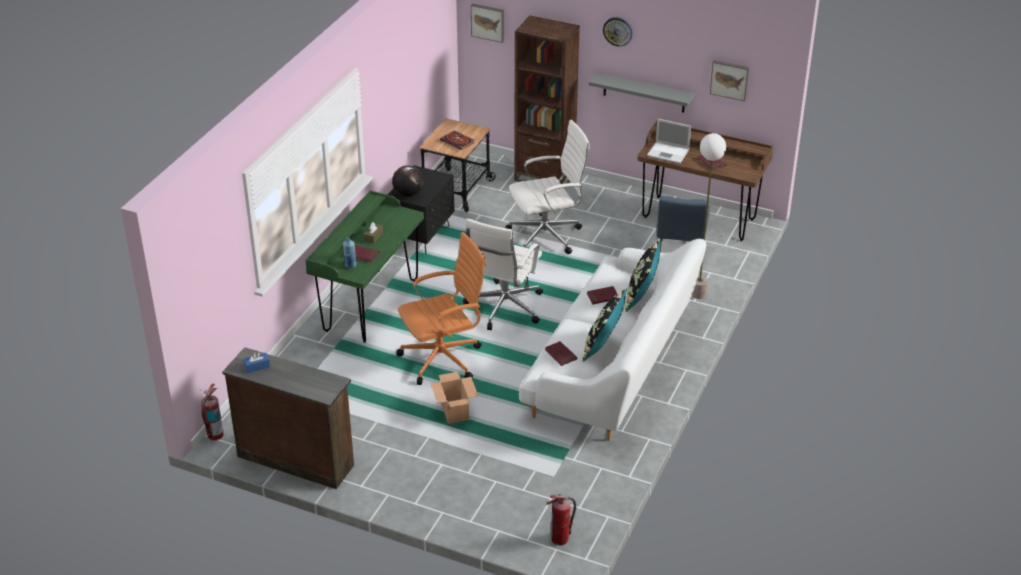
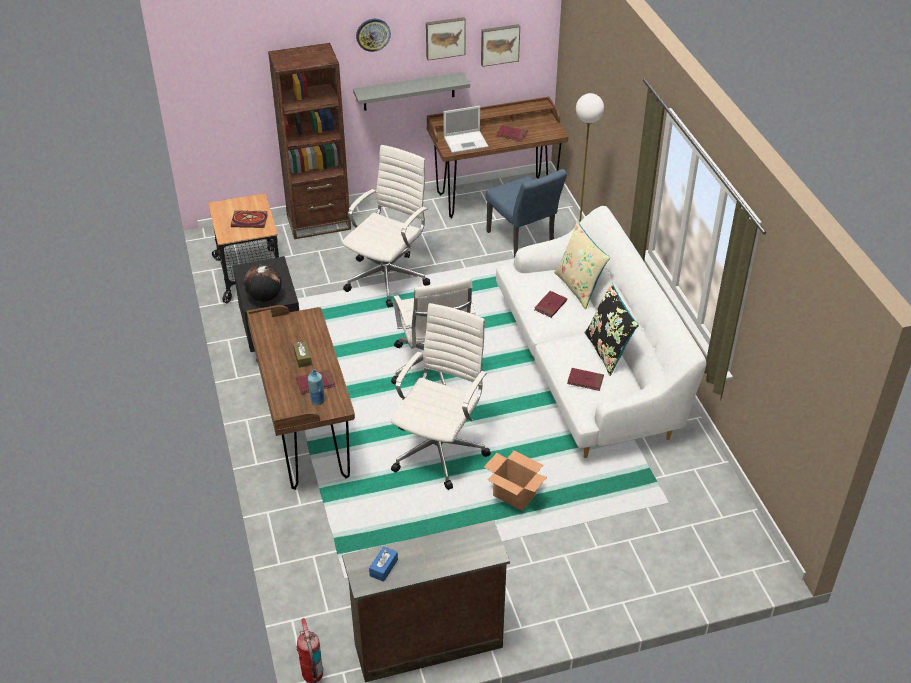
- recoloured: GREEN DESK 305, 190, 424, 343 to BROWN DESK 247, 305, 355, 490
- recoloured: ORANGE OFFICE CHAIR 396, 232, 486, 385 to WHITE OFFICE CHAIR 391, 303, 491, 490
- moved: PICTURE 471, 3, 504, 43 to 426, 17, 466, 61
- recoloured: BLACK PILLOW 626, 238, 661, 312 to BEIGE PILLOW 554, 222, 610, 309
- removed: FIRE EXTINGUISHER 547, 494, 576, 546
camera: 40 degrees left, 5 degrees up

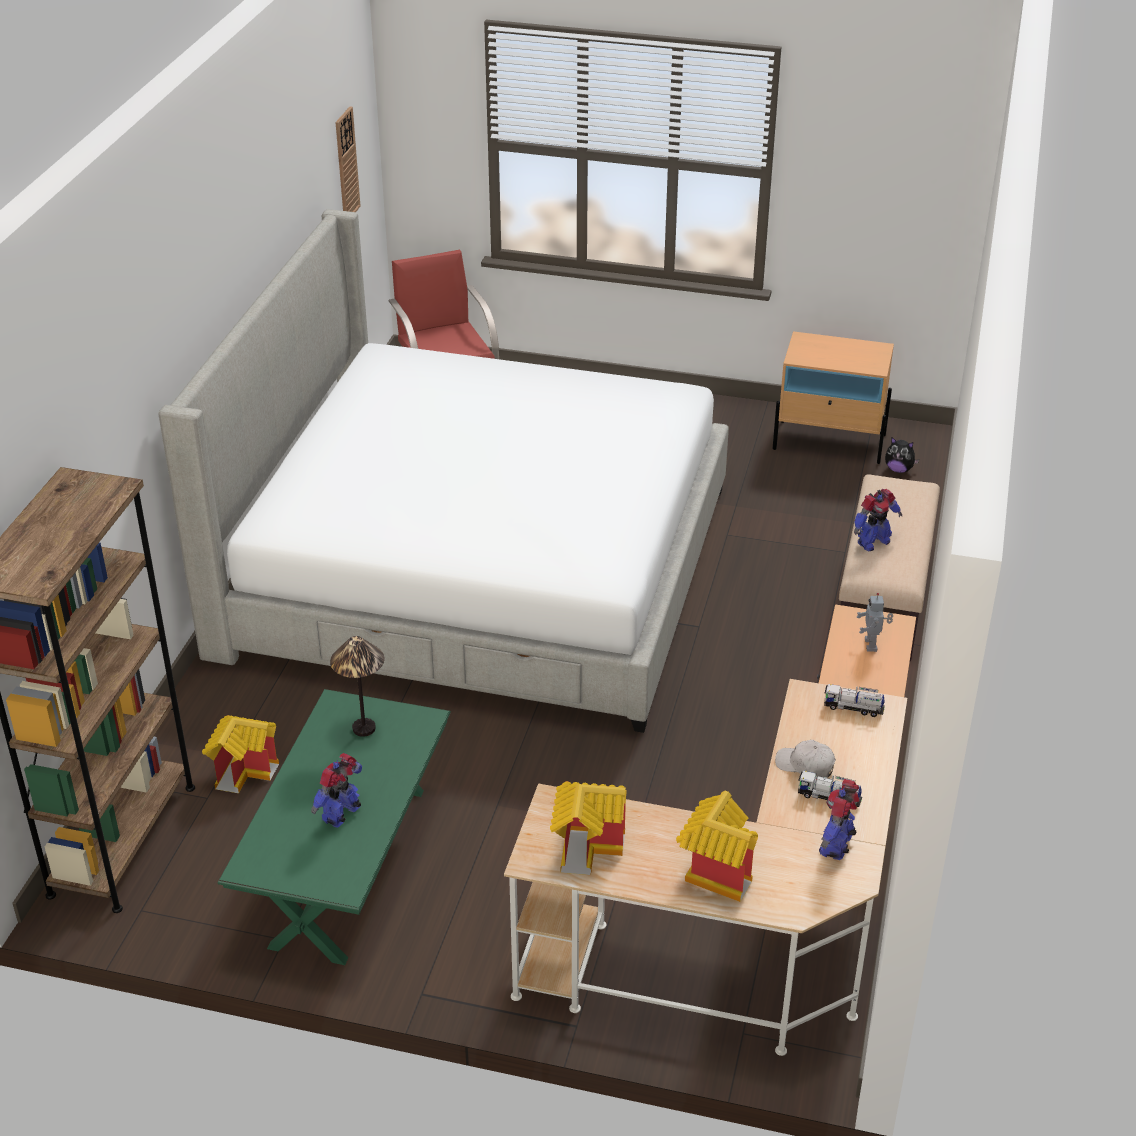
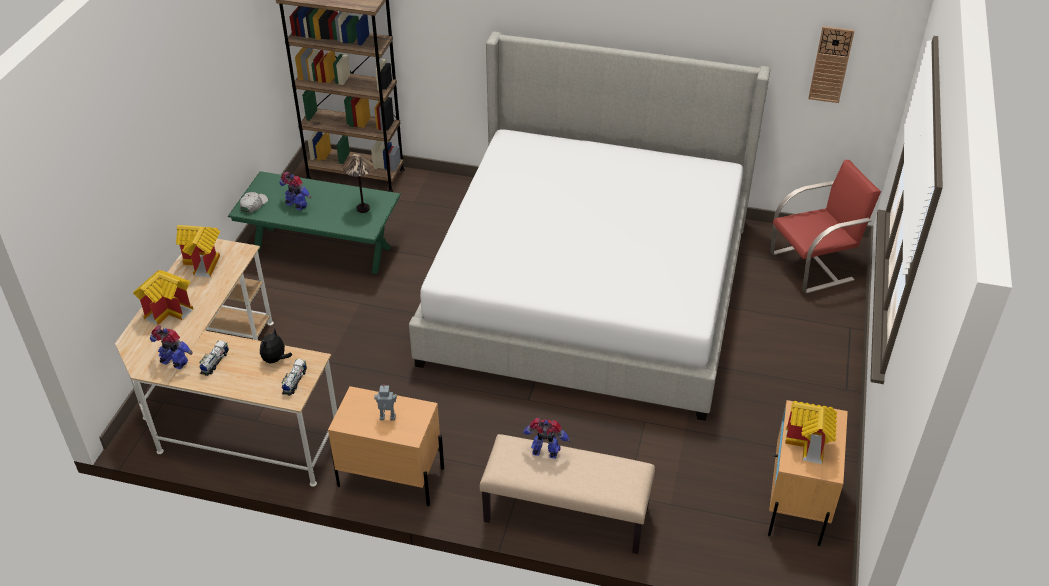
- moved: WHITE CAP 775, 740, 836, 778 to 240, 192, 268, 213
- moved: PLUSH TOY 885, 437, 919, 473 to 260, 328, 292, 363
- turned: TOY ROBOT 854, 489, 902, 551 = 522, 418, 571, 459 135 degrees clockwise
- moved: TOY HOUSE 202, 715, 279, 793 to 785, 401, 837, 464
camera: 90 degrees right, 5 degrees up

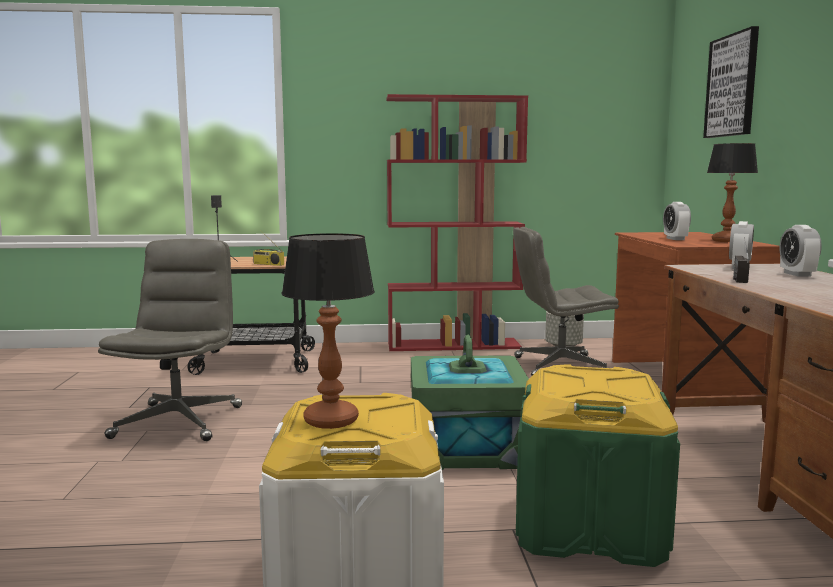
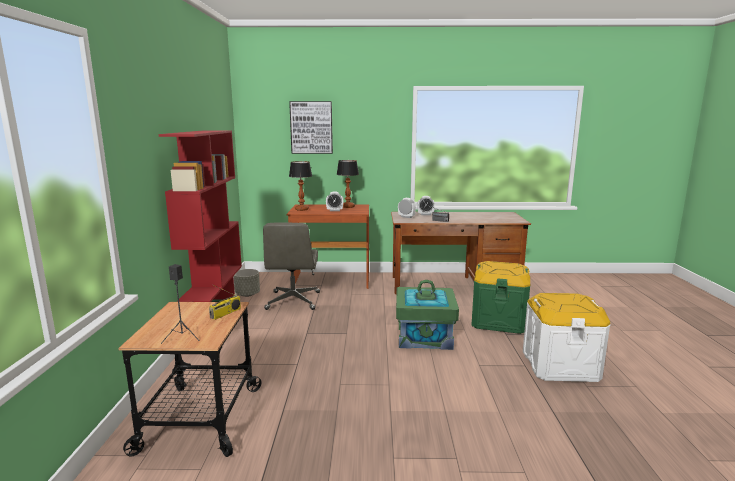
- moved: TABLE LAMP 281, 233, 375, 429 to 289, 161, 312, 211
- removed: GREY OFFICE CHAIR 98, 239, 242, 441
camera: 85 degrees left, 5 degrees up

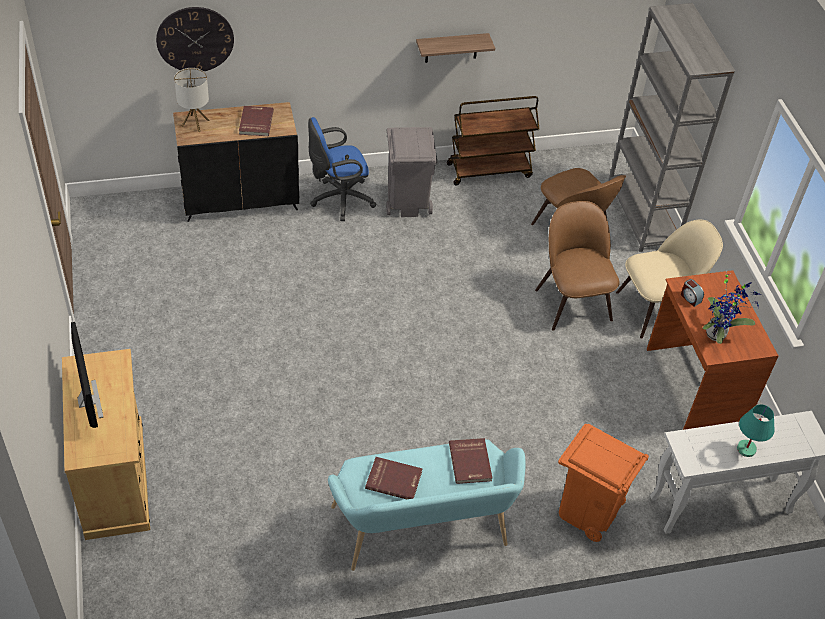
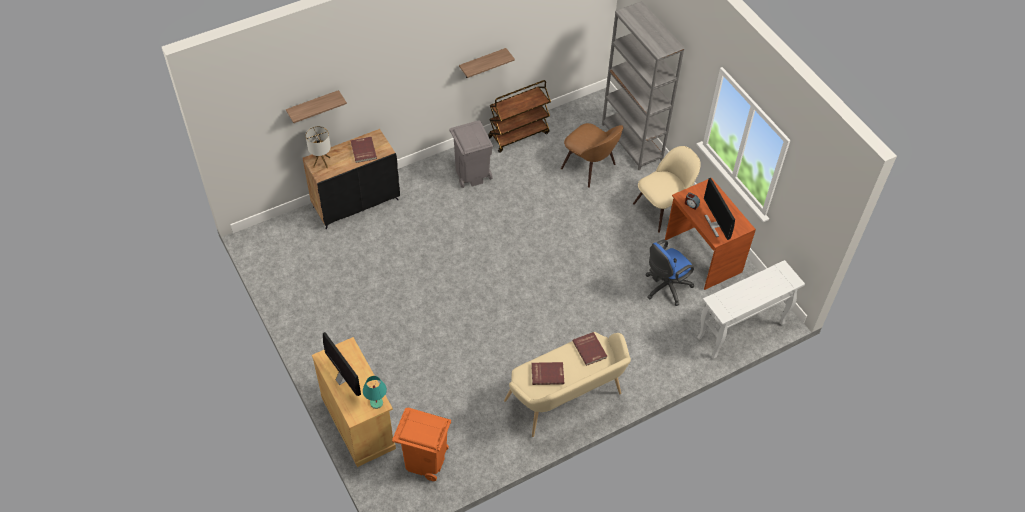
- replaced: WALL CLOCK 156, 7, 234, 71 to SHELF 286, 90, 347, 123
- moved: TURQUOISE TABLE LAMP 737, 404, 774, 457 to 363, 376, 387, 409
- moved: ORANGE TRASH CAN 558, 424, 649, 542 to 392, 408, 451, 481
- recoloured: TURQUOISE BENCH 328, 440, 525, 571 to BEIGE BENCH 504, 332, 631, 437
- moved: BLUE OFFICE CHAIR 308, 117, 376, 221 to 645, 240, 694, 306
- replaced: POTTED PLANT 703, 271, 761, 344 to MONITOR 704, 178, 735, 240
- removed: BROWN CHAIR 535, 201, 620, 331
camera: 15 degrees left, 5 degrees up

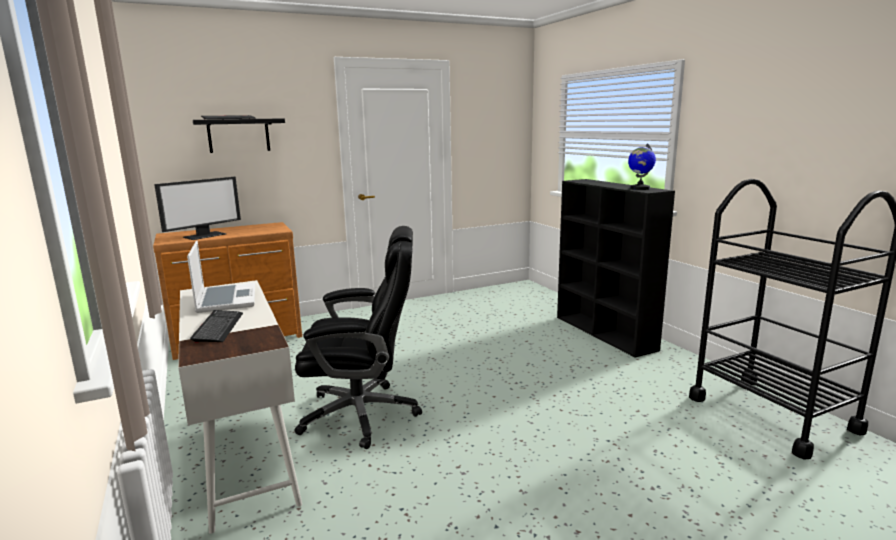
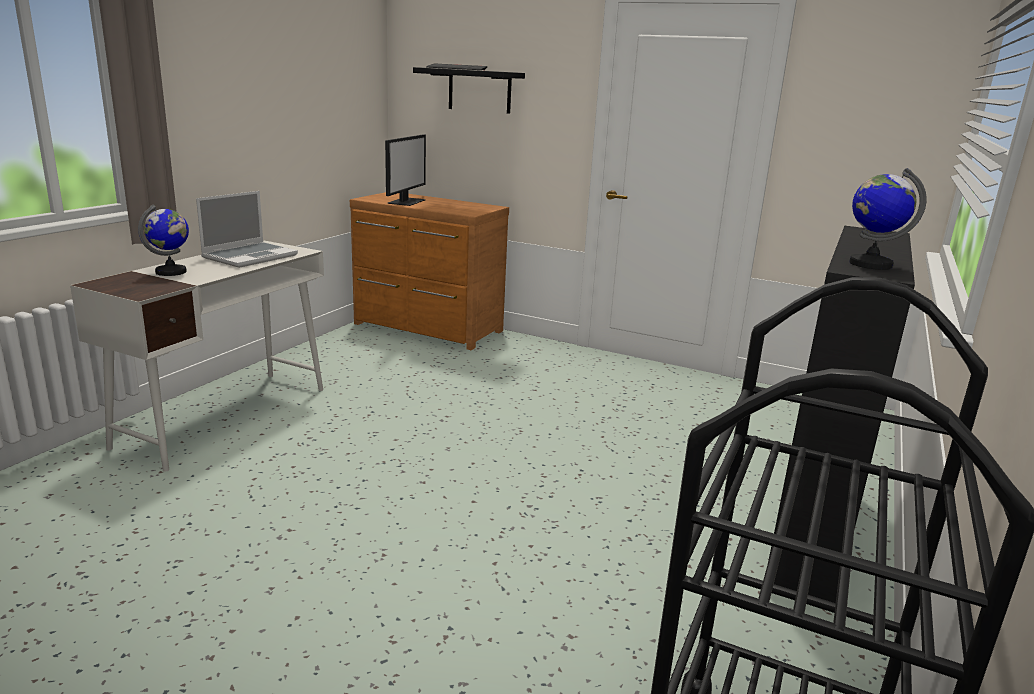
- replaced: KEYBOARD 190, 310, 243, 343 to GLOBE 138, 205, 189, 276
- turned: MONITOR 154, 177, 241, 240 = 385, 134, 426, 206 75 degrees counterclockwise
- removed: BLACK OFFICE CHAIR 294, 226, 422, 449
camera: 50 degrees right, 5 degrees up

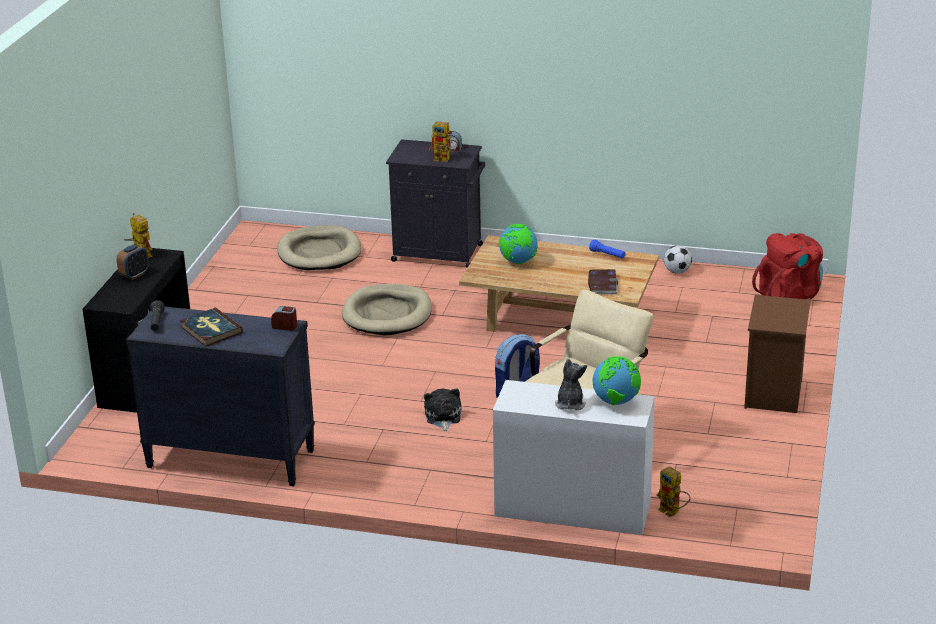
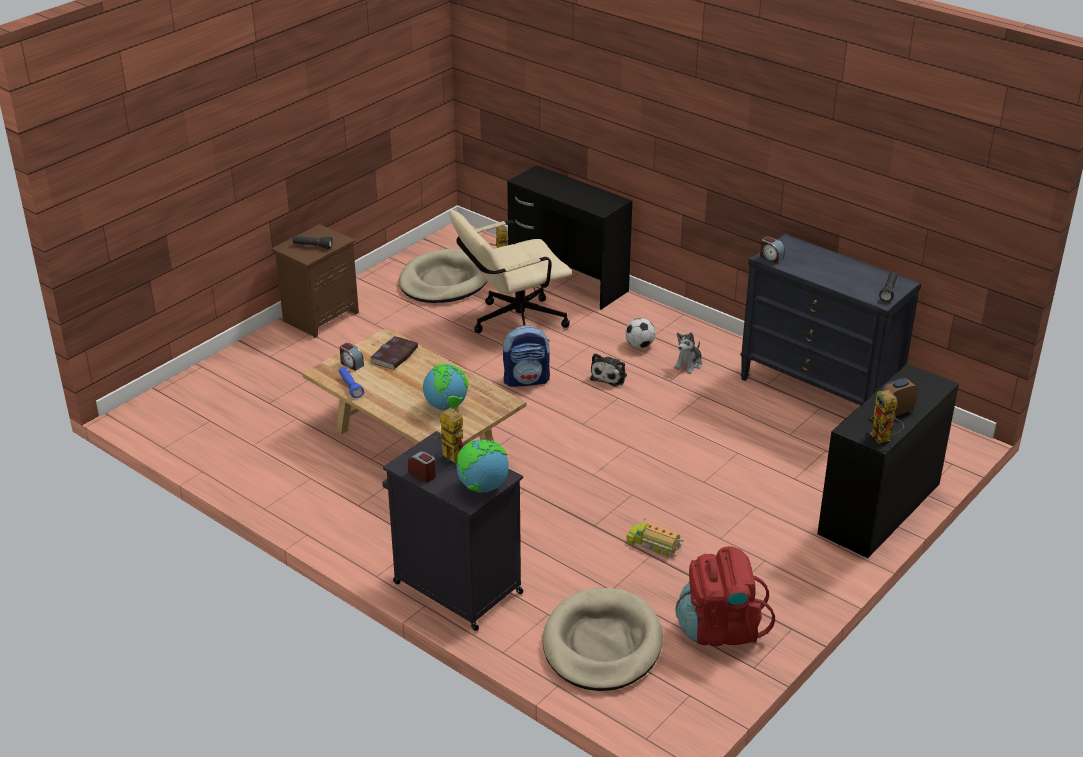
- added: BLACK FLASHLIGHT 293, 236, 332, 249
- added: ALARM CLOCK 340, 343, 364, 371
- moved: BEIGE DOG BED 342, 284, 432, 335 to 399, 248, 488, 303
- moved: GLOBE 593, 356, 641, 405 to 456, 439, 509, 493
- recoloured: WHITE DESK 493, 380, 655, 535 to BLACK DESK 507, 165, 632, 310
- moved: FOOTBALL 664, 245, 692, 274 to 626, 318, 656, 348
- added: TOY TRUCK 626, 518, 684, 558
- moved: PLUSH TOY 555, 359, 587, 410 to 674, 332, 702, 374
- moved: RED BACKPACK 752, 233, 823, 299 to 676, 546, 775, 646
- removed: BOOK 180, 308, 243, 347
camera: 155 degrees left, 5 degrees up

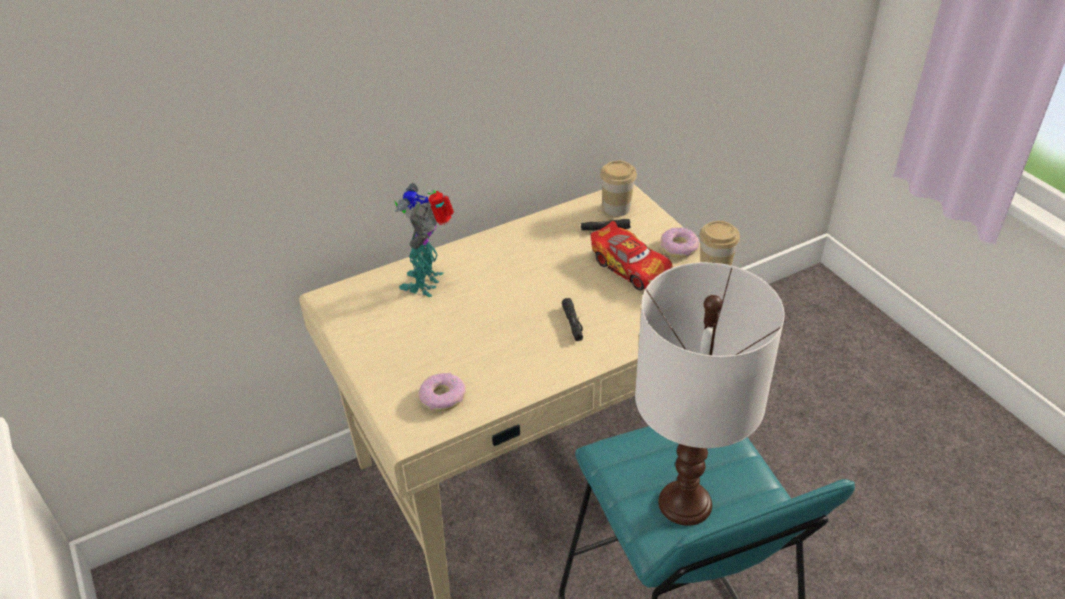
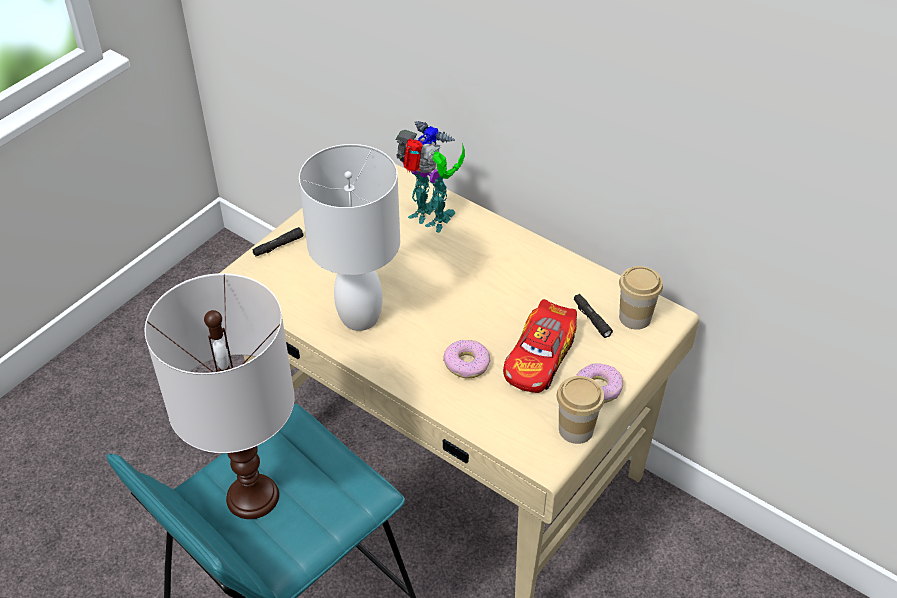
- moved: BLACK FLASHLIGHT 562, 298, 583, 341 to 252, 227, 304, 257
- added: WHITE TABLE LAMP 299, 144, 400, 331
- turned: TOY ROBOT 394, 183, 454, 297 = 395, 121, 465, 233 45 degrees clockwise
- moved: DONUT 419, 373, 466, 411 to 443, 340, 490, 378
camera: 65 degrees right, 5 degrees up

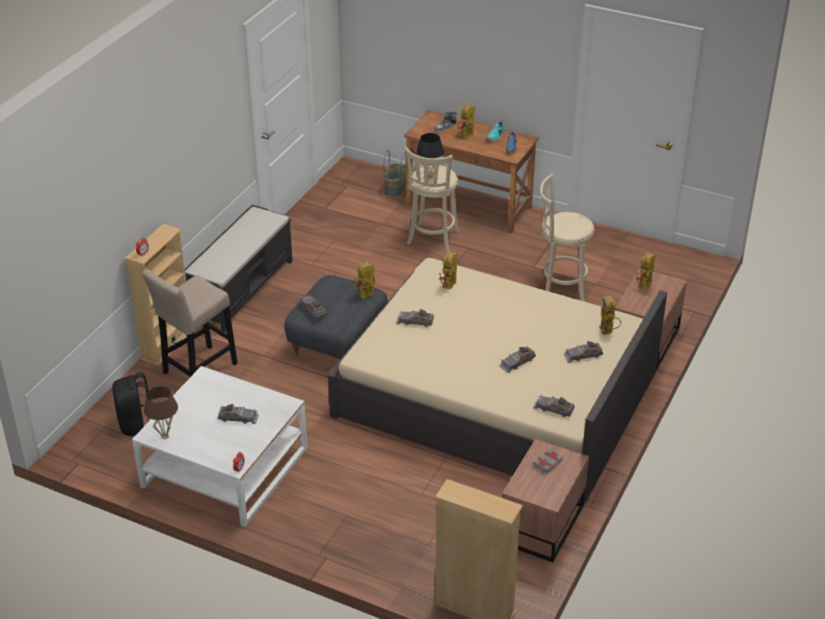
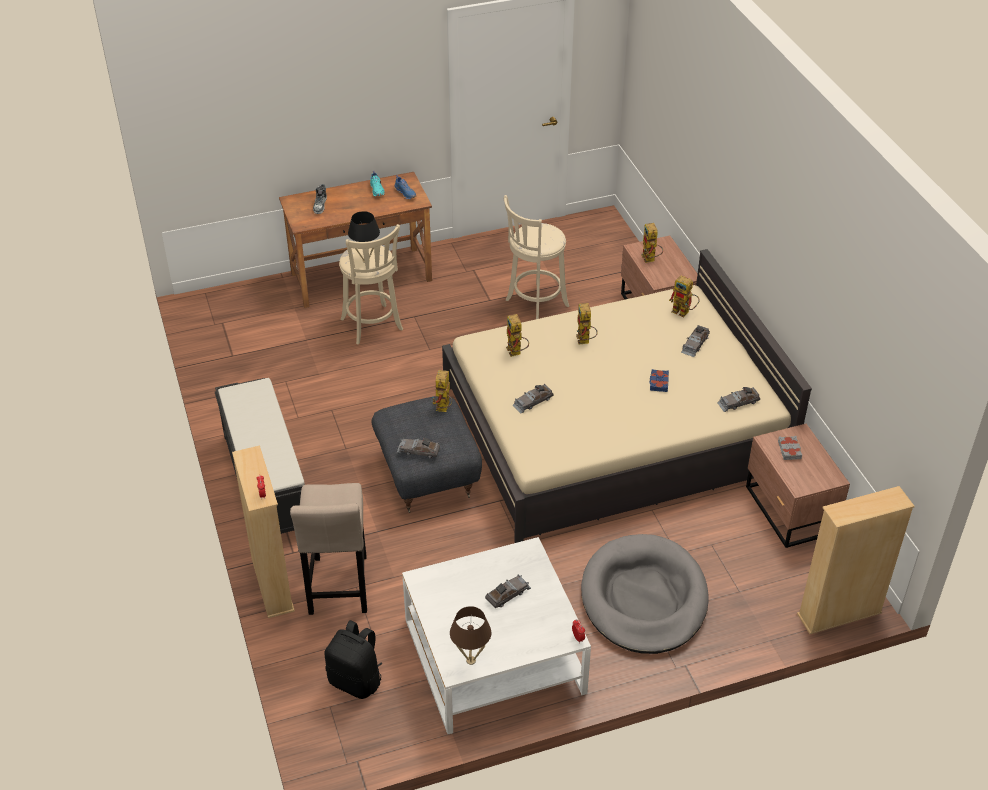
- moved: TOY ROBOT 457, 104, 475, 139 to 576, 303, 598, 344
- added: GREY DOG BED 581, 534, 709, 654
- replaced: GREY TOY CAR 499, 346, 536, 373 to BLUE BOOK 650, 369, 669, 392
- removed: BASKET 383, 150, 406, 196
camera: 45 degrees left, 5 degrees up

